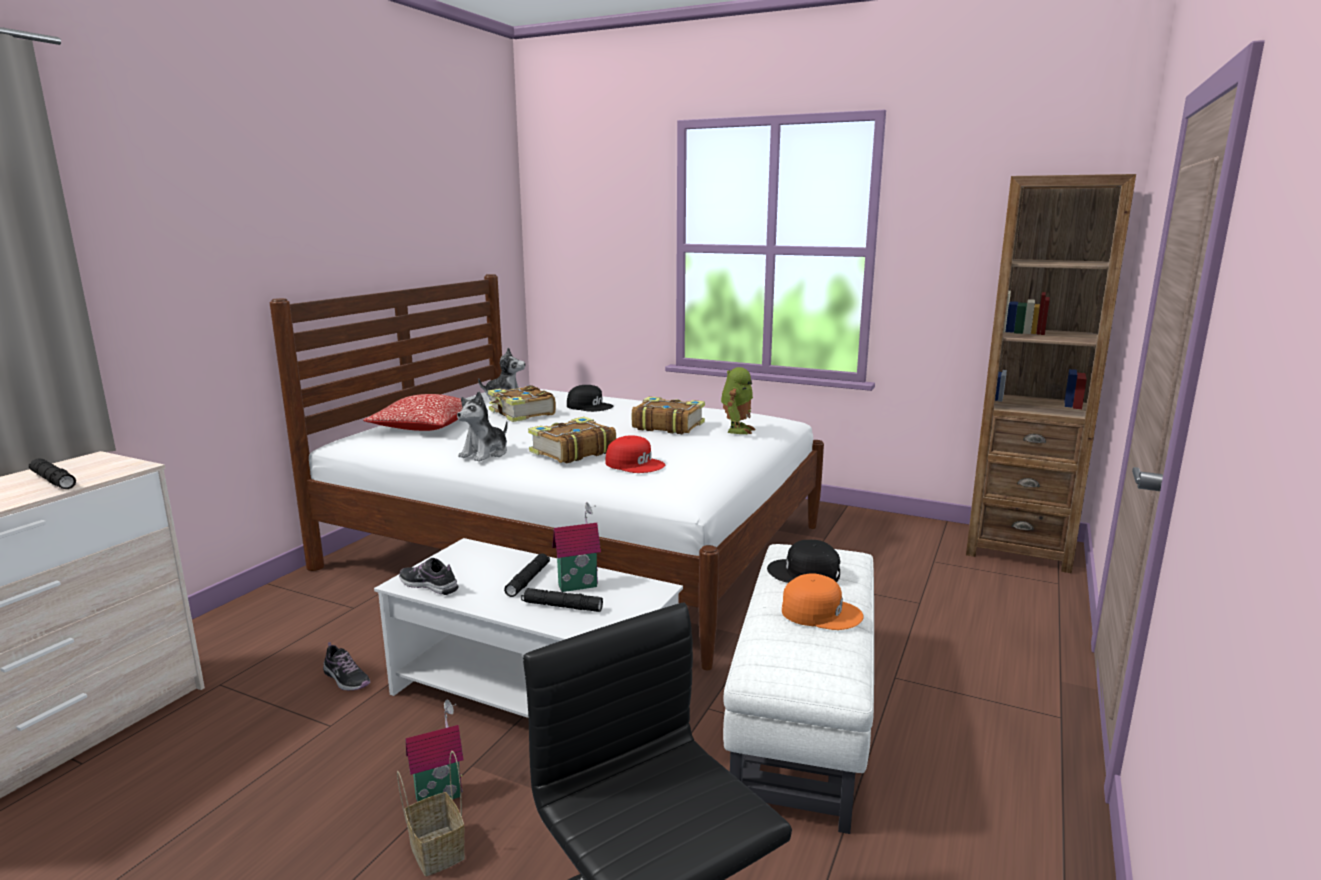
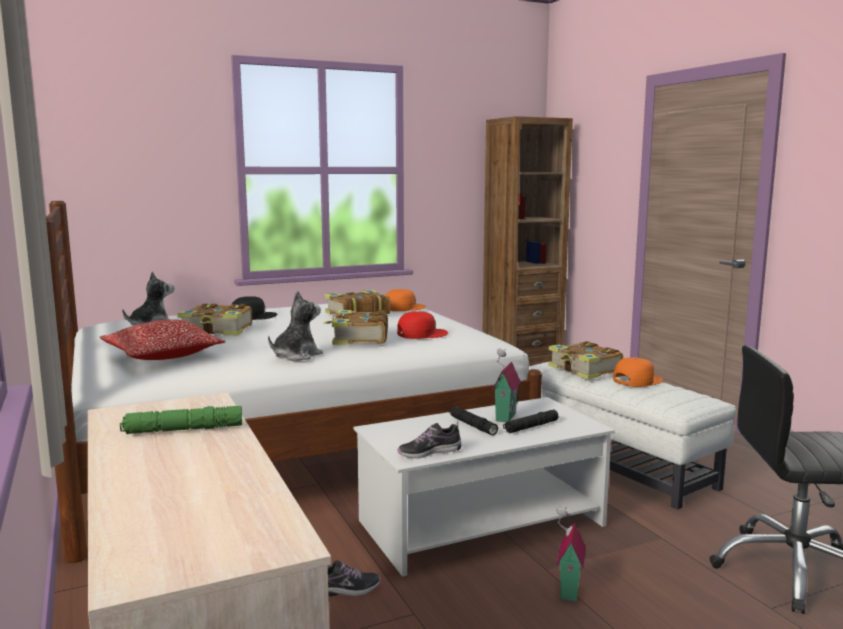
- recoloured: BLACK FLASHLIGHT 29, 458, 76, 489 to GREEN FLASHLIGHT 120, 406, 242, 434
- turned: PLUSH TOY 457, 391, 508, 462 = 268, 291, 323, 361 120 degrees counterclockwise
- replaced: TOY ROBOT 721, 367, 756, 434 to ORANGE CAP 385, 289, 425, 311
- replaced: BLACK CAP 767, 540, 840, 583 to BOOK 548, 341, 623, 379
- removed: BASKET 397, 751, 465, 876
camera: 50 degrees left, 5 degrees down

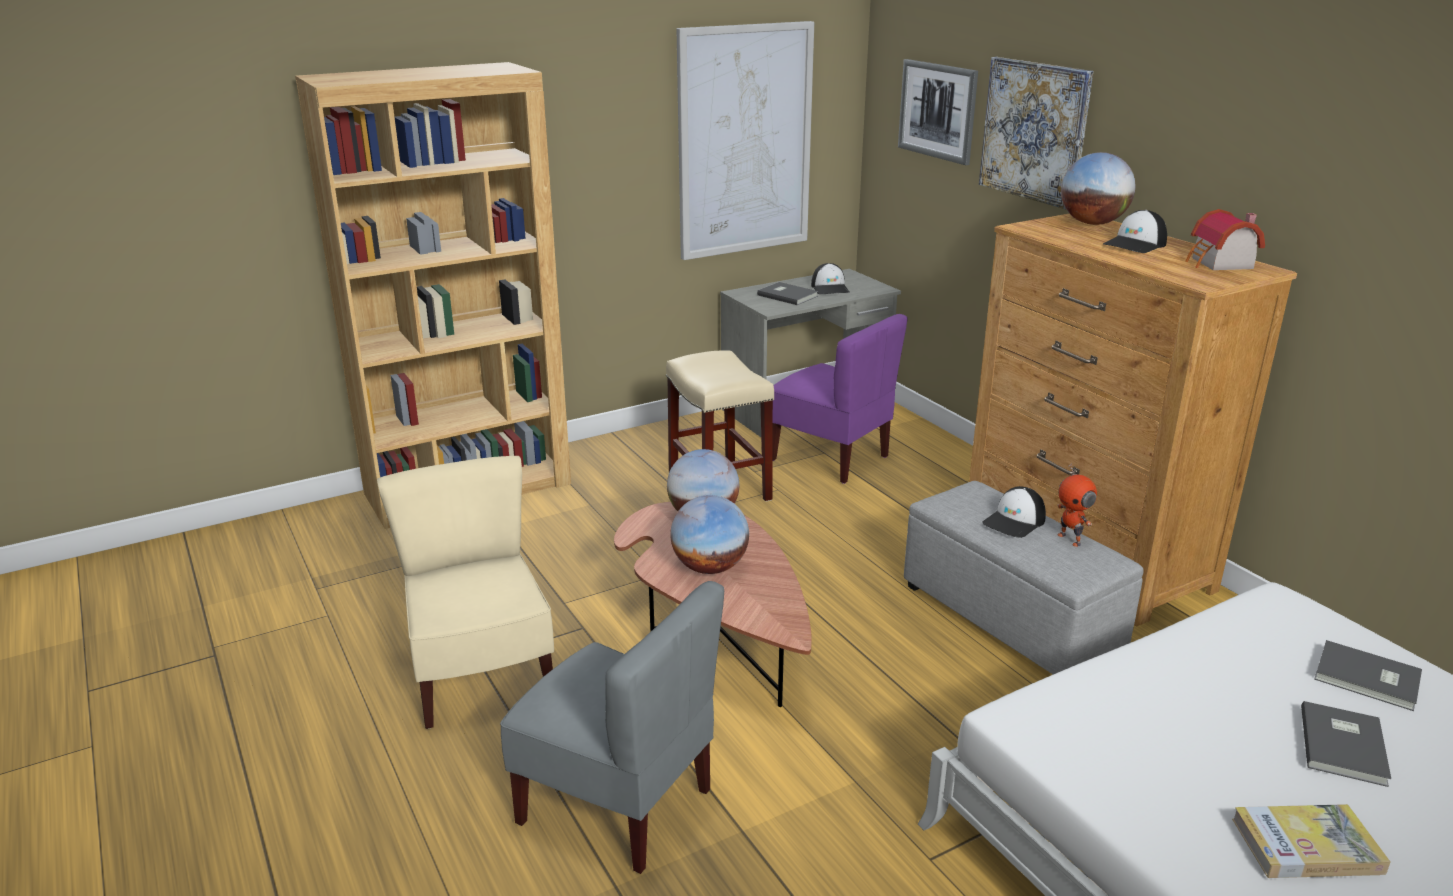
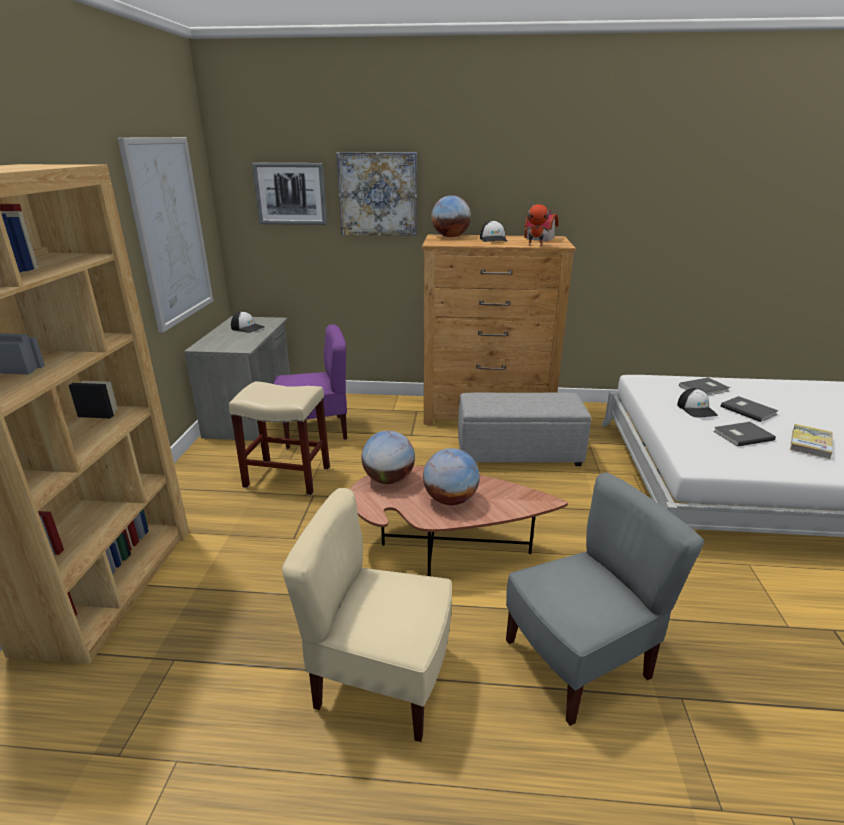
- moved: TOY ROBOT 1057, 463, 1097, 547 to 524, 201, 550, 246
- moved: CAP 983, 486, 1046, 538 to 677, 388, 718, 417
- moved: GREY BOOK 757, 282, 818, 305 to 713, 422, 776, 447
camera: 55 degrees left, 0 degrees up

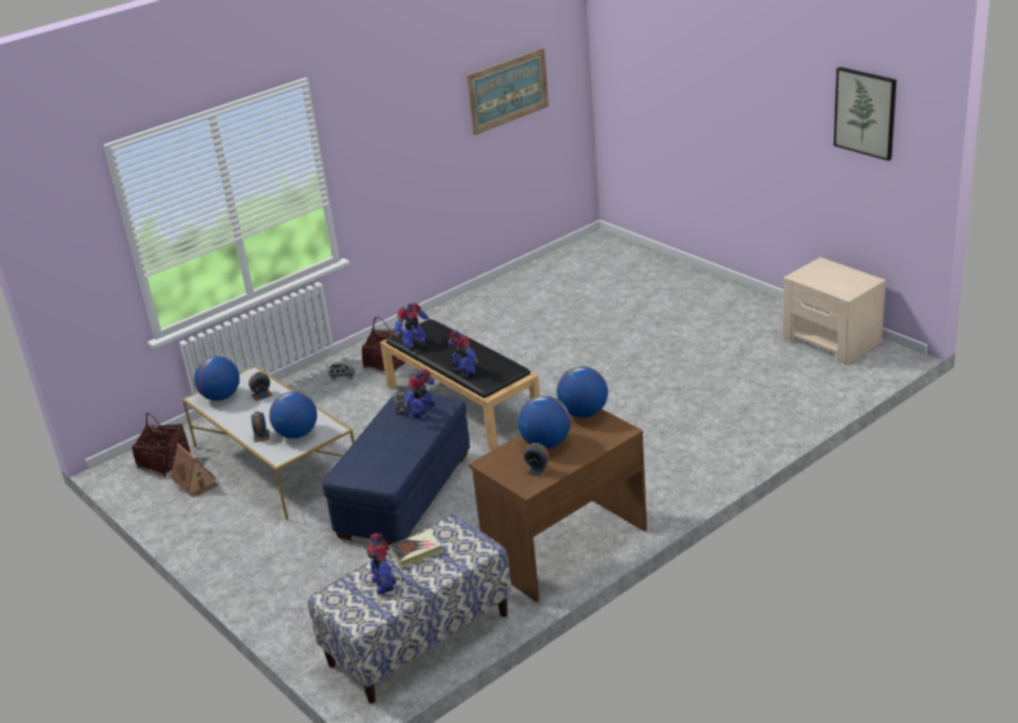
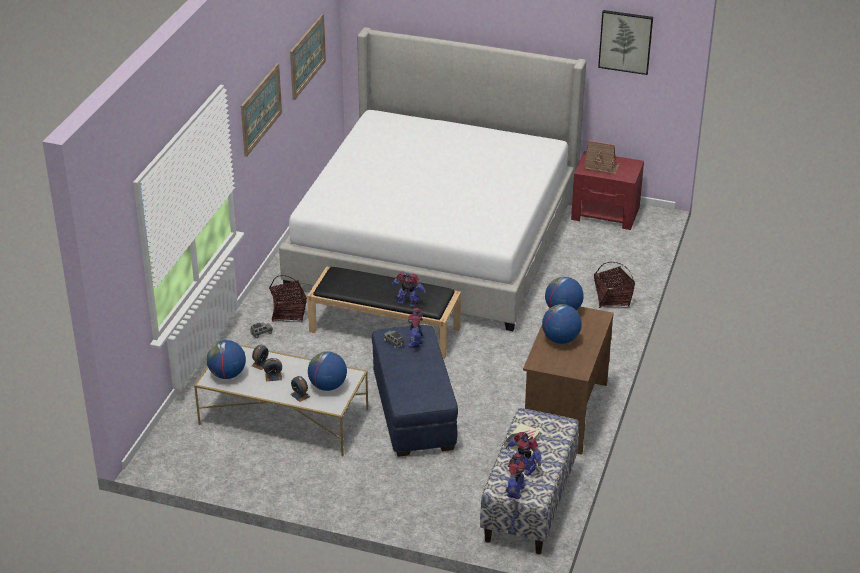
- added: PICTURE 241, 63, 282, 157
- moved: ALARM CLOCK 524, 443, 551, 477 to 264, 358, 282, 381
- added: BED 279, 27, 586, 331
- moved: TOY ROBOT 394, 303, 431, 349 to 505, 454, 525, 499
- recoloured: BEIGE NIGHTSTAND 783, 257, 886, 365 to RED NIGHTSTAND 571, 151, 644, 230
- moved: TOY HOUSE 170, 443, 219, 498 to 584, 140, 620, 174
- moved: BASKET 132, 413, 190, 477 to 594, 262, 635, 308
camera: 35 degrees left, 5 degrees up

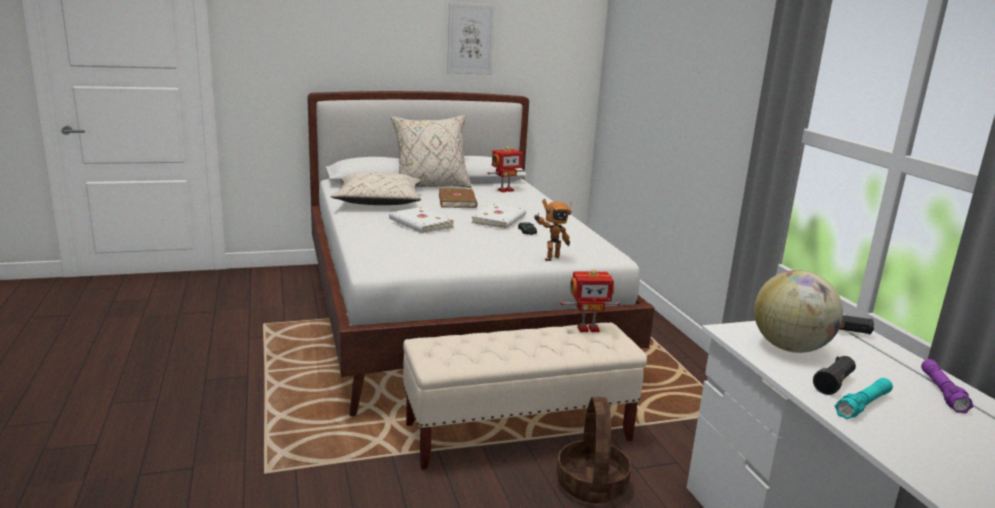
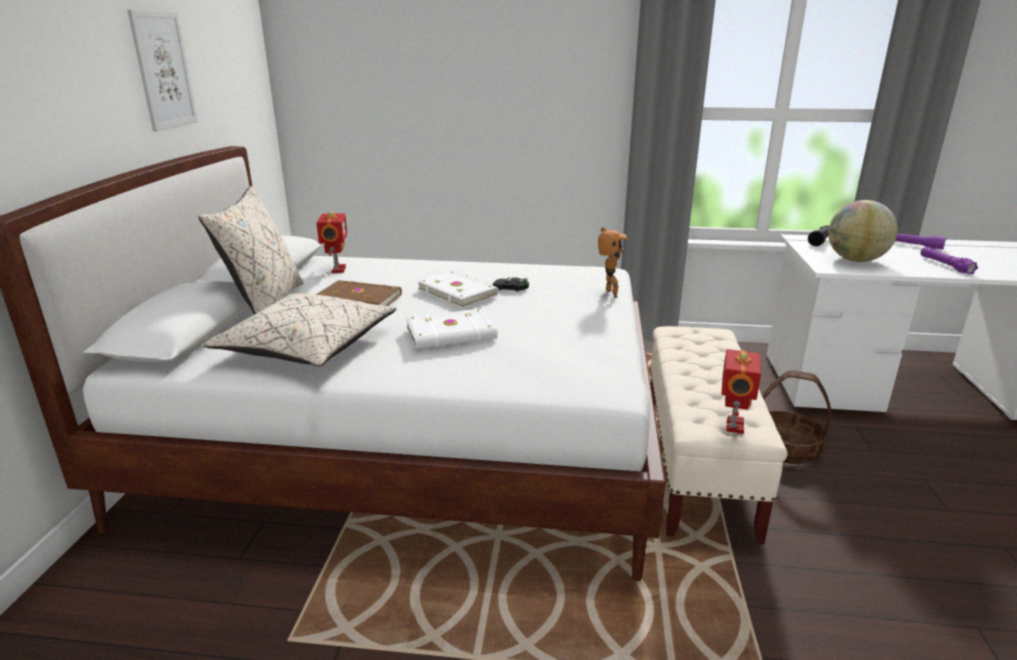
- moved: TOY ROBOT 560, 270, 620, 332 to 721, 349, 761, 434
- recoloured: TURQUOISE FLASHLIGHT 835, 378, 893, 419 to PURPLE FLASHLIGHT 921, 247, 978, 274
- removed: BLACK FLASHLIGHT 813, 356, 856, 395
camera: 65 degrees left, 5 degrees up

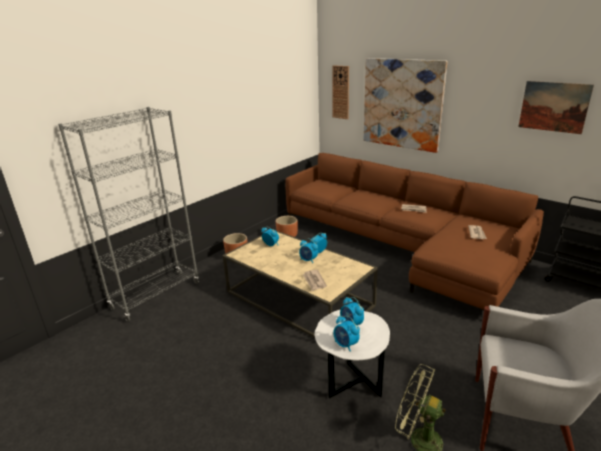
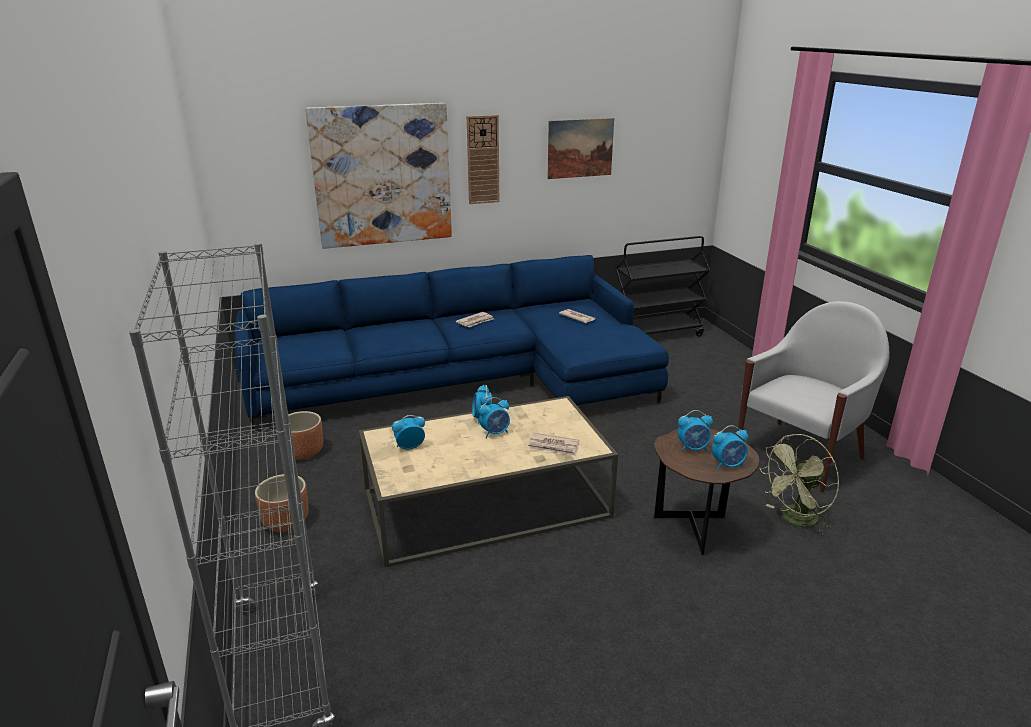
- recoloured: BROWN SOFA 285, 153, 544, 311 to BLUE SOFA 235, 255, 669, 432
- moved: WALL CLOCK 332, 65, 349, 119 to 467, 115, 499, 204
- recoloured: WHITE SIDE TABLE 314, 309, 390, 398 to BROWN SIDE TABLE 654, 428, 760, 555
camera: 60 degrees left, 0 degrees up

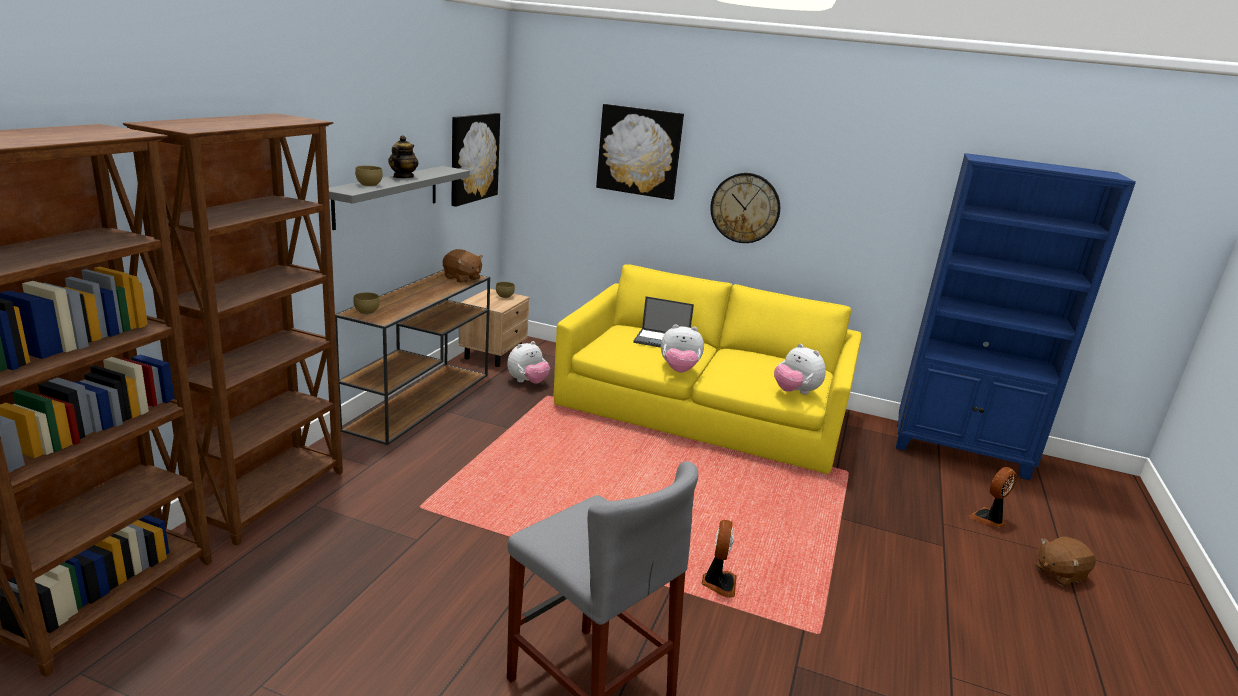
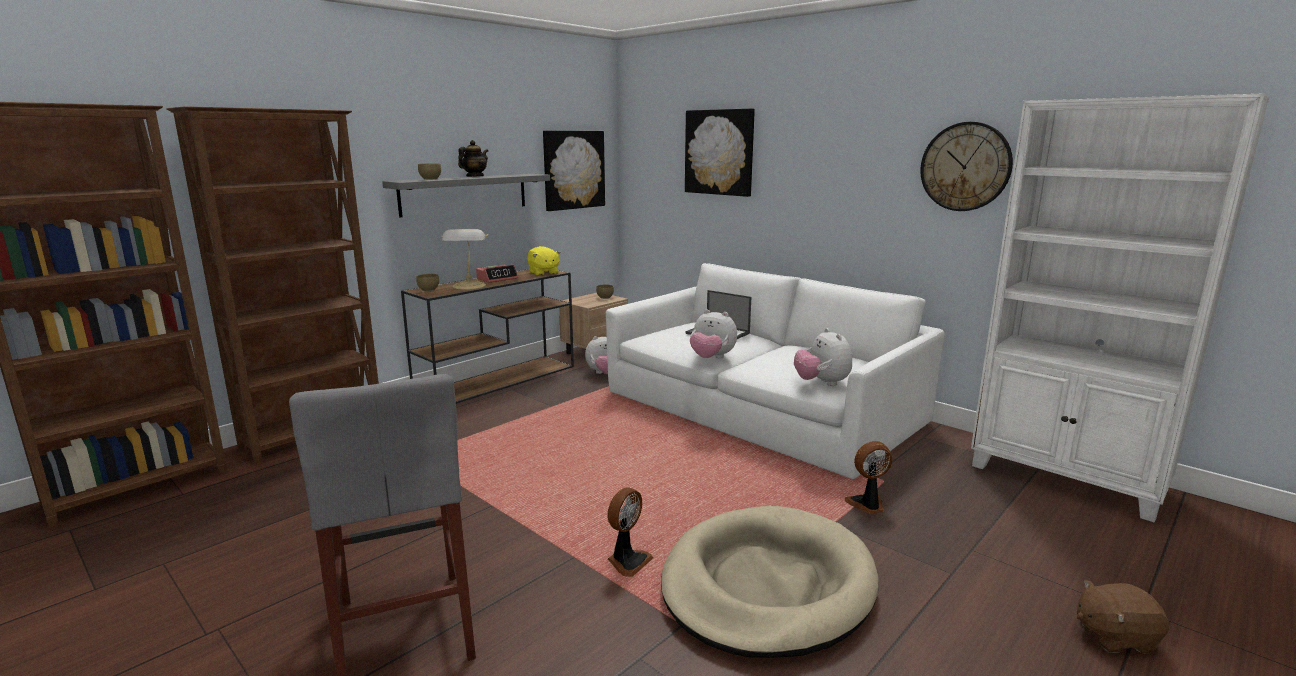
- added: TABLE LAMP 441, 229, 488, 290
- added: ALARM CLOCK 476, 265, 518, 283
- recoloured: BROWN PLUSH TOY 443, 249, 483, 283 to YELLOW PLUSH TOY 527, 246, 561, 276
- recoloured: YELLOW SOFA 554, 264, 862, 474 to WHITE SOFA 606, 263, 945, 479
- added: BEIGE DOG BED 661, 506, 878, 658
- moved: FAN 969, 467, 1017, 528 to 845, 441, 892, 513
- moved: WALL CLOCK 710, 173, 780, 243 to 920, 122, 1013, 211
- recoloured: BLUE BOOKCASE 896, 153, 1136, 480 to WHITE BOOKCASE 971, 93, 1269, 522
camera: 25 degrees right, 5 degrees down

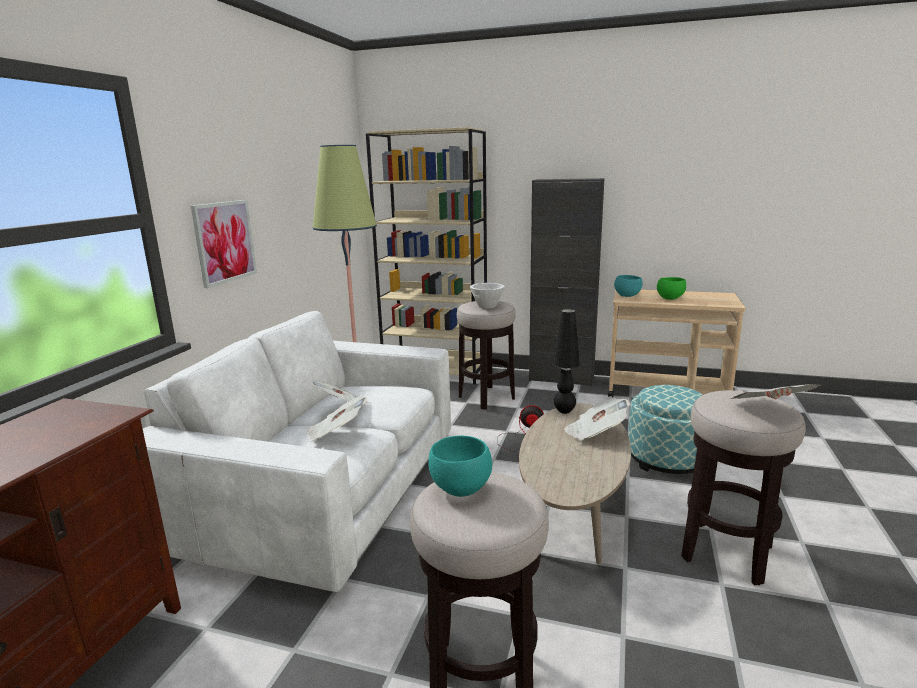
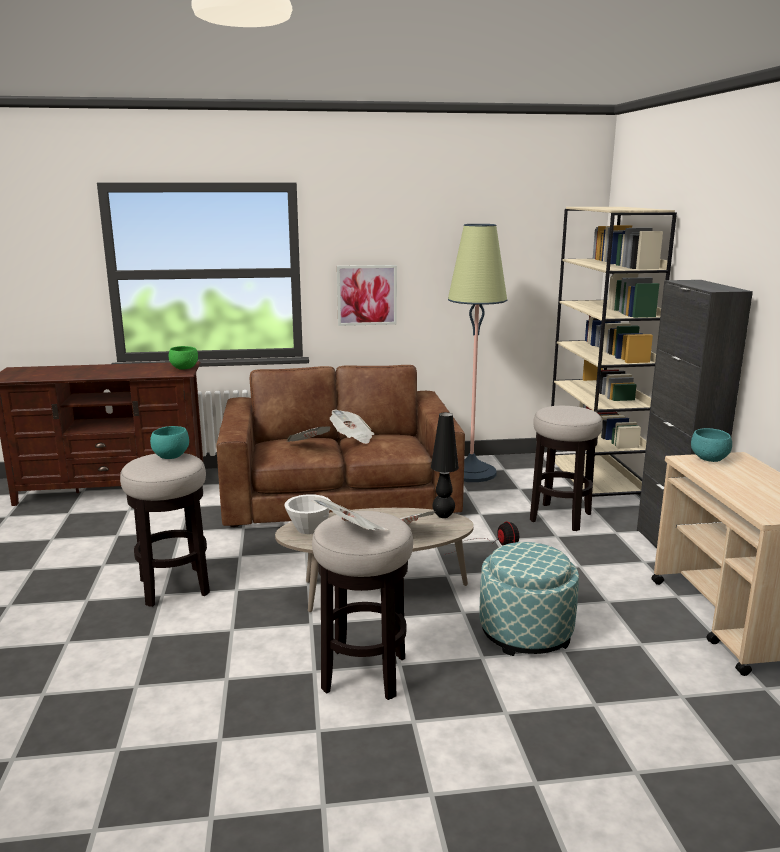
- moved: GREEN BOWL 657, 277, 686, 300 to 169, 346, 198, 370
- recoloured: WHITE SOFA 143, 311, 451, 592 to BROWN SOFA 216, 365, 465, 527
- moved: WHITE BOWL 470, 283, 504, 308 to 285, 494, 331, 534
camera: 65 degrees right, 0 degrees up

